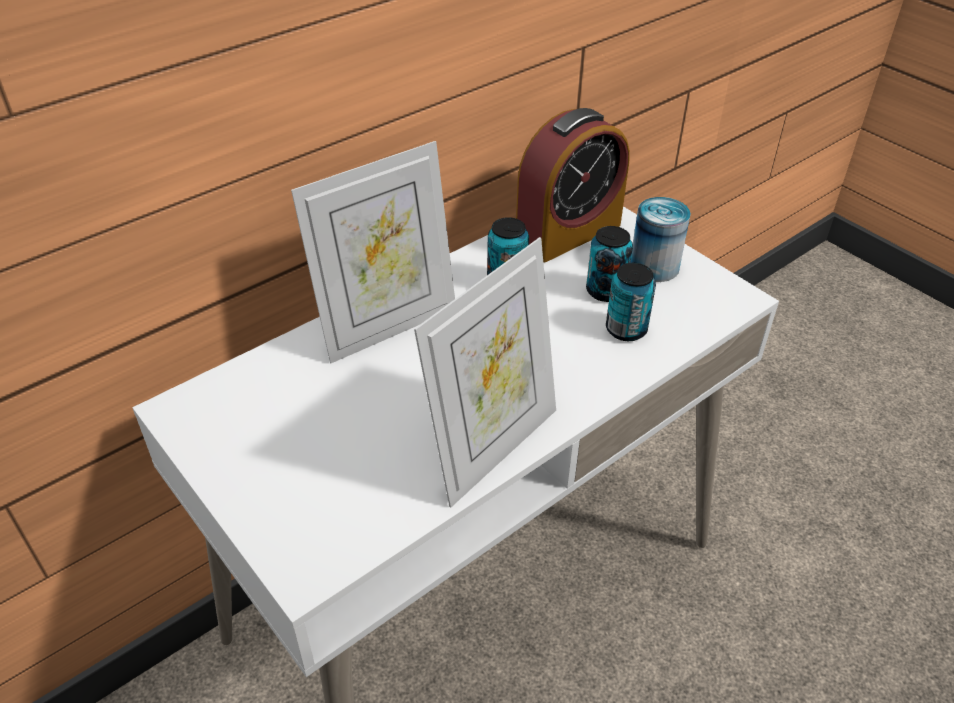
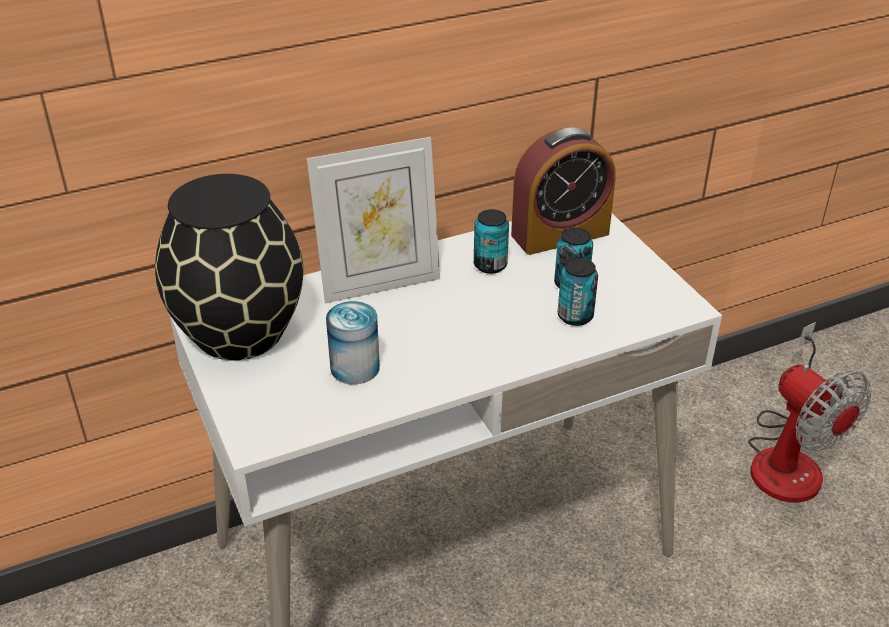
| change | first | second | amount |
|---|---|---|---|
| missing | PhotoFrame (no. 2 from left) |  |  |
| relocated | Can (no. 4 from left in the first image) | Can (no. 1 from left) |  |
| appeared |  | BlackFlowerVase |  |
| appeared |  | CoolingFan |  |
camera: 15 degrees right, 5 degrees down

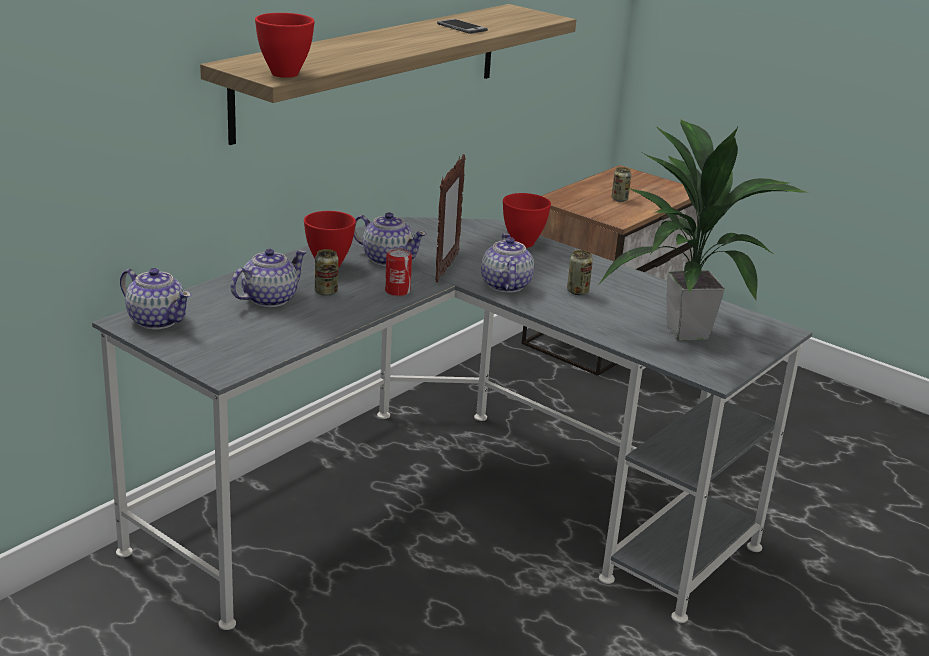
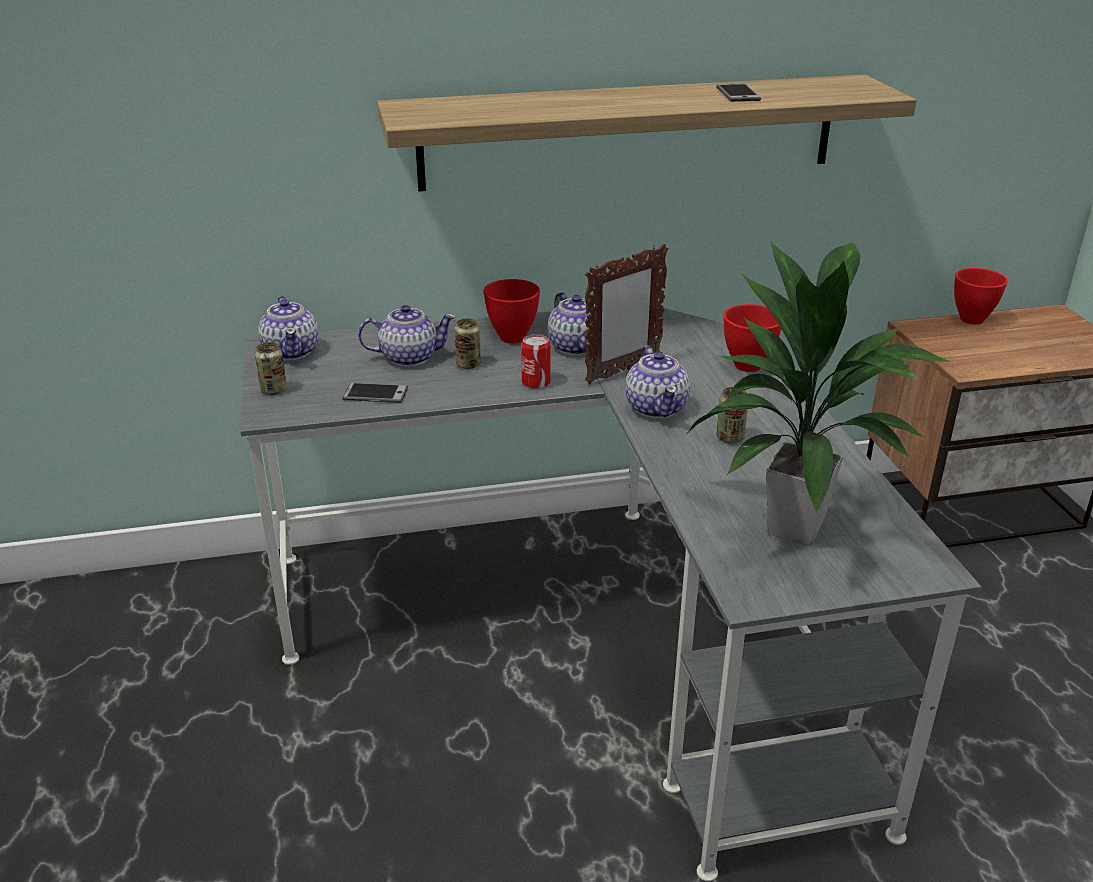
| change | first | second | amount |
|---|---|---|---|
| relocated | RedServingBowl (no. 1 from left in the first image) | RedServingBowl (no. 3 from left) |  |
| spun | PotForTea (no. 4 from left) |  | 135 degrees clockwise |
| relocated | Can (no. 4 from left in the first image) | Can (no. 1 from left) |  |
| appeared |  | Phone (no. 1 from left) |  |
camera: 40 degrees right, 5 degrees up

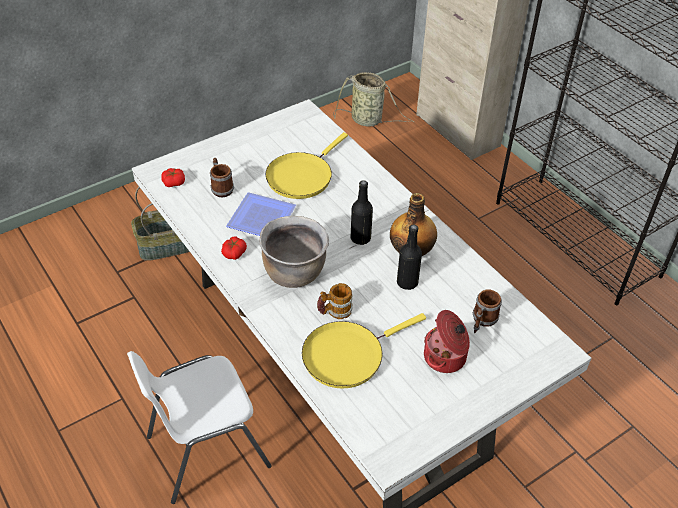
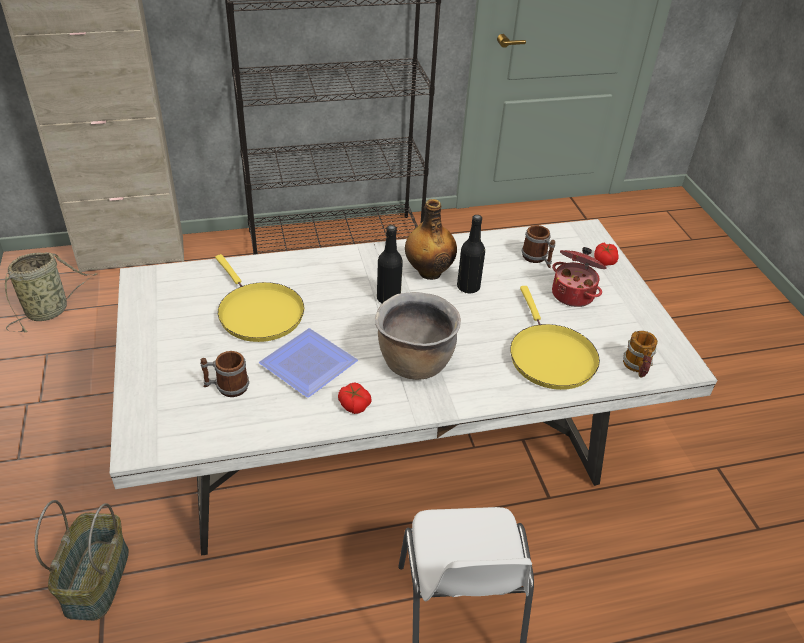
| change | first | second | amount |
|---|---|---|---|
| relocated | Tomato (no. 1 from left in the first image) | Tomato (no. 2 from left) |  |
| relocated | Mug (no. 2 from left in the first image) | Mug (no. 3 from left) |  |
camera: 70 degrees left, 5 degrees down

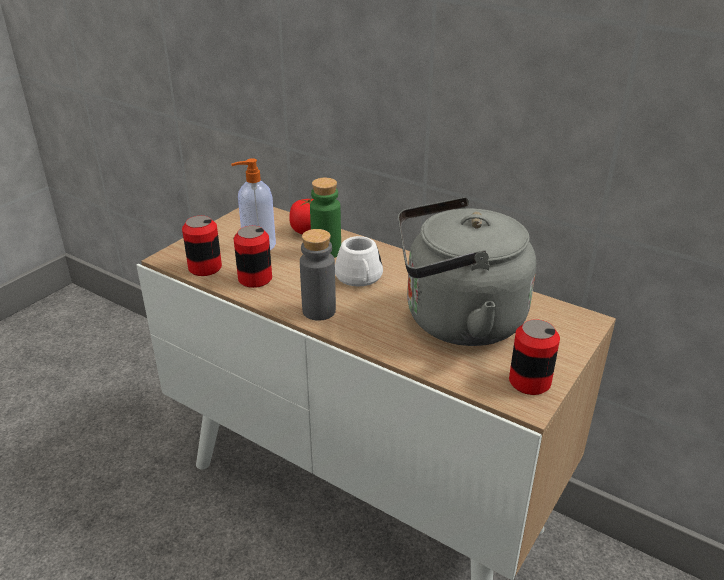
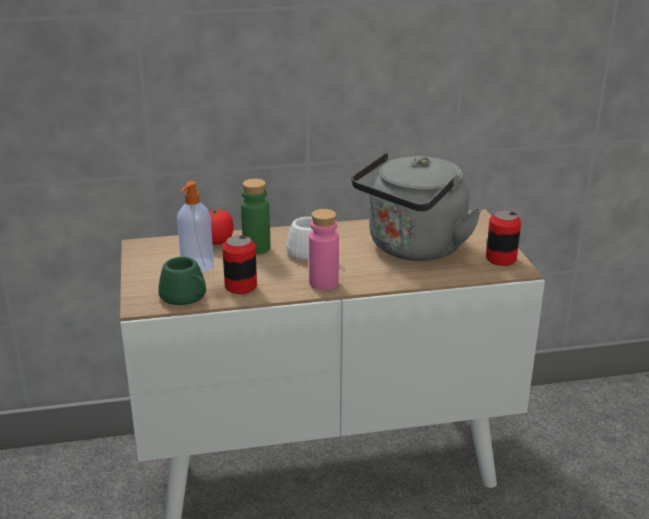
| change | first | second | amount |
|---|---|---|---|
| exchanged | Can (no. 1 from left) | GreenMug |  |
| colour | GrayBottle | PinkBottle |  |
camera: 45 degrees left, 5 degrees down

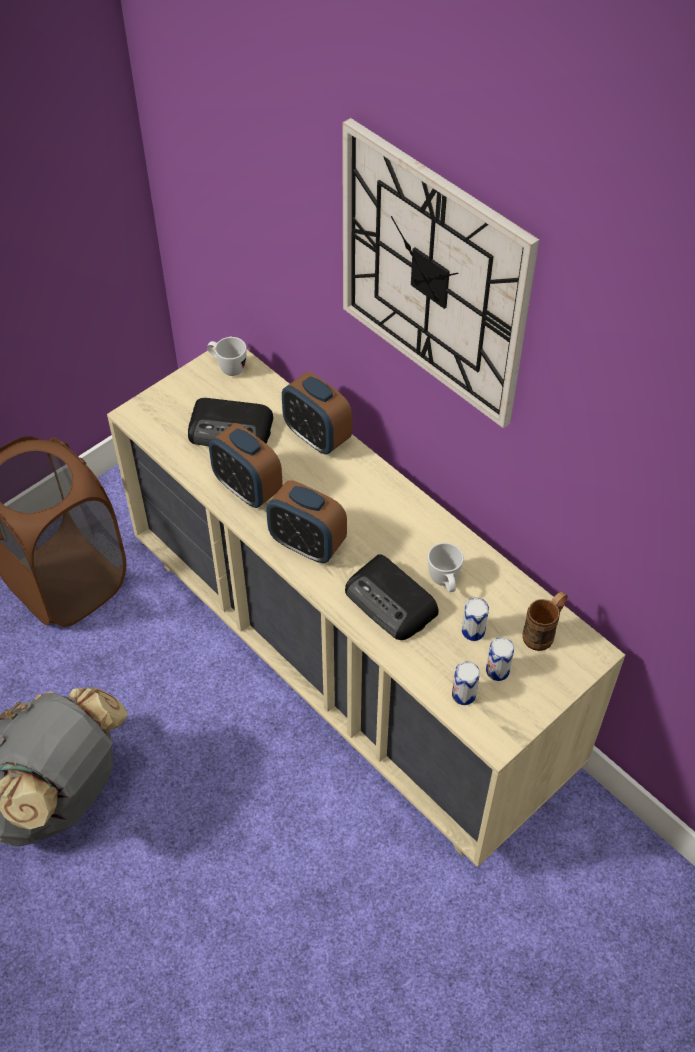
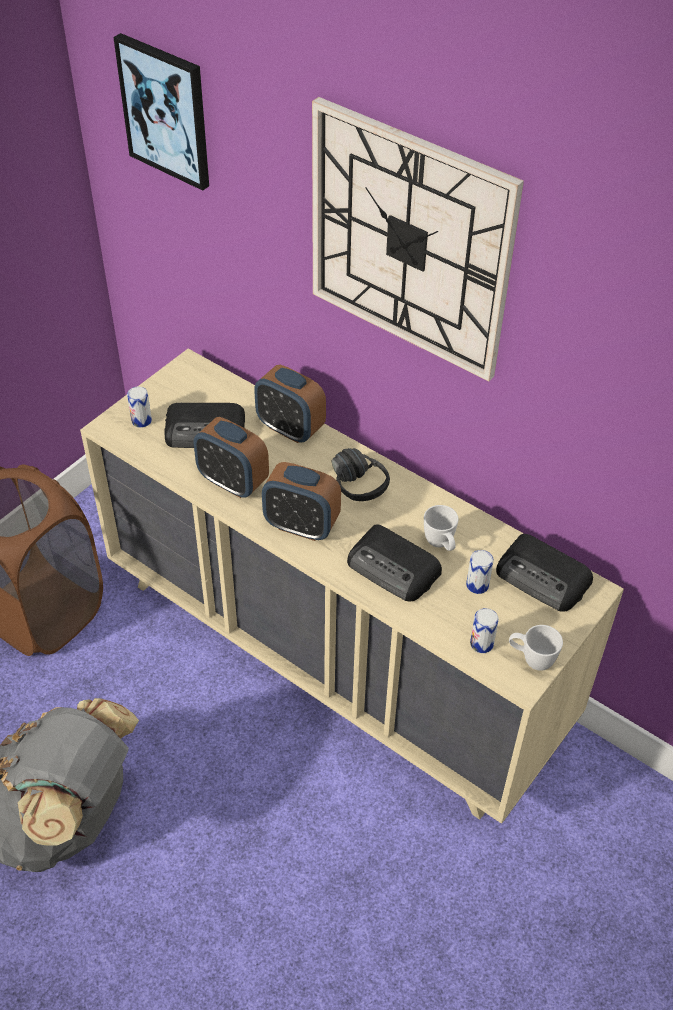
| change | first | second | amount |
|---|---|---|---|
| relocated | WhiteMug (no. 1 from left in the first image) | WhiteMug (no. 2 from left) |  |
| relocated | Can (no. 3 from left in the first image) | Can (no. 1 from left) |  |
| exchanged | BrownMug | Radio (no. 3 from left) |  |
| appeared |  | WallArt |  |
| appeared |  | BlackHeadphones |  |
camera: 10 degrees left, 5 degrees down

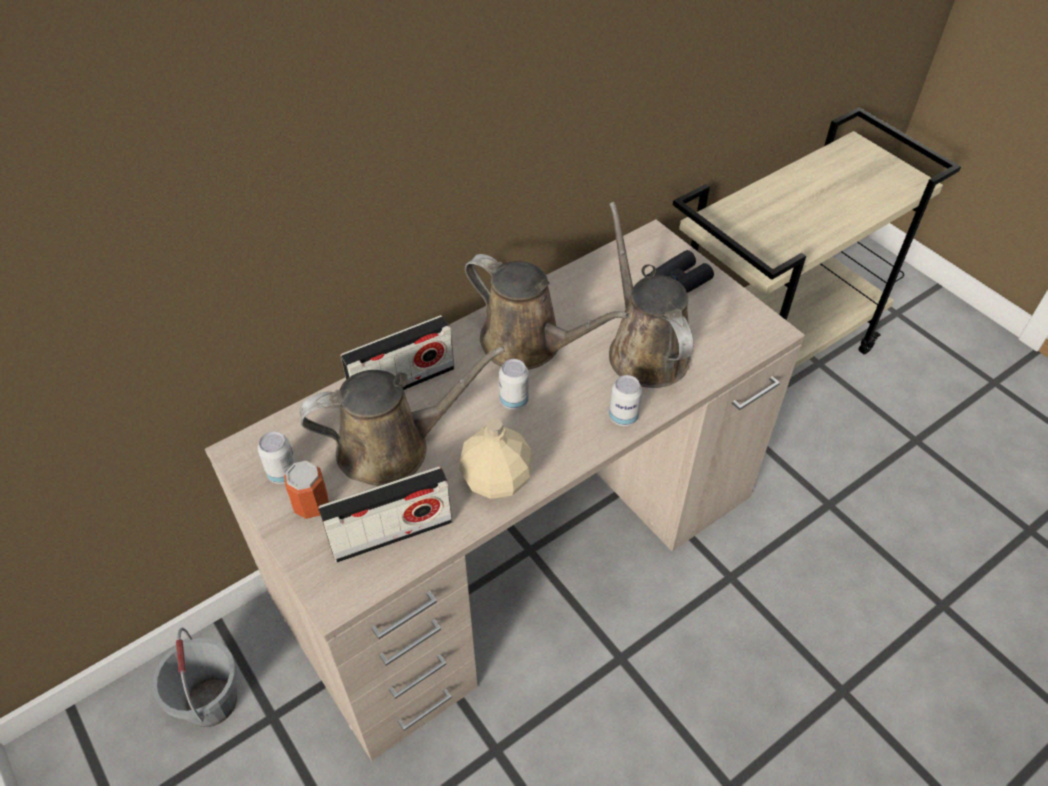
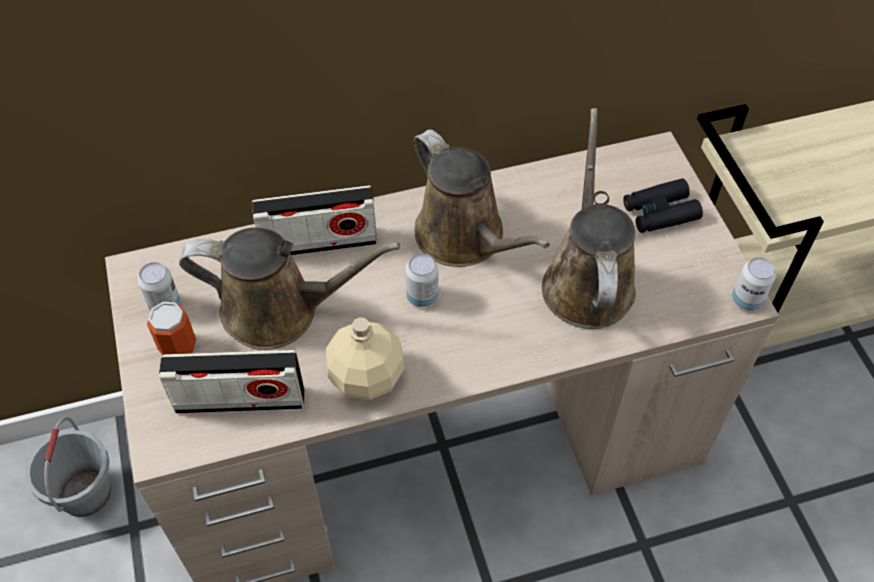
| change | first | second | amount |
|---|---|---|---|
| relocated | Can (no. 4 from left) |  |  |
camera: 20 degrees right, 5 degrees up

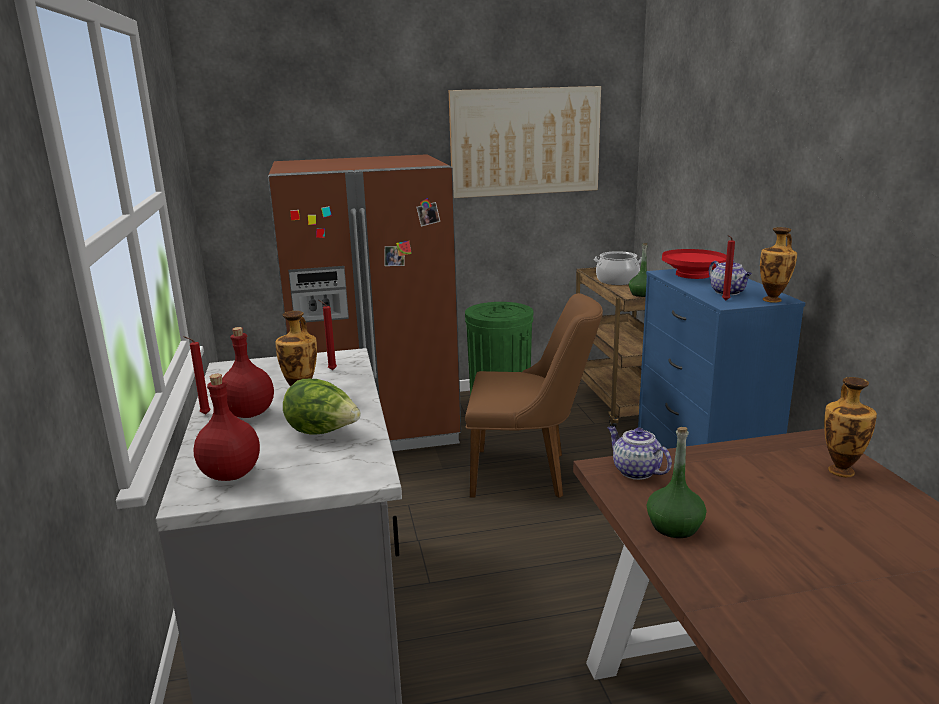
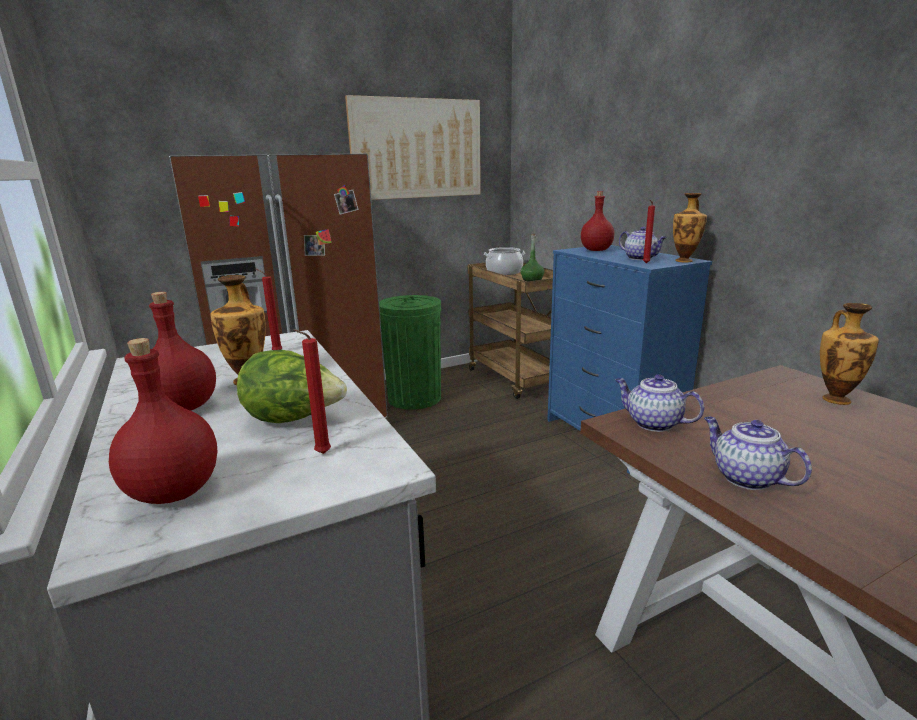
| change | first | second | amount |
|---|---|---|---|
| relocated | RedCandle (no. 1 from left in the first image) | RedCandle (no. 2 from left) |  |
| missing | BrownPlainChair |  |  |
| exchanged | GreenBottle (no. 2 from left) | PotForTea (no. 3 from left) |  |
| exchanged | RedServingBowl | RedBottle (no. 3 from left) |  |
camera: 15 degrees left, 0 degrees up

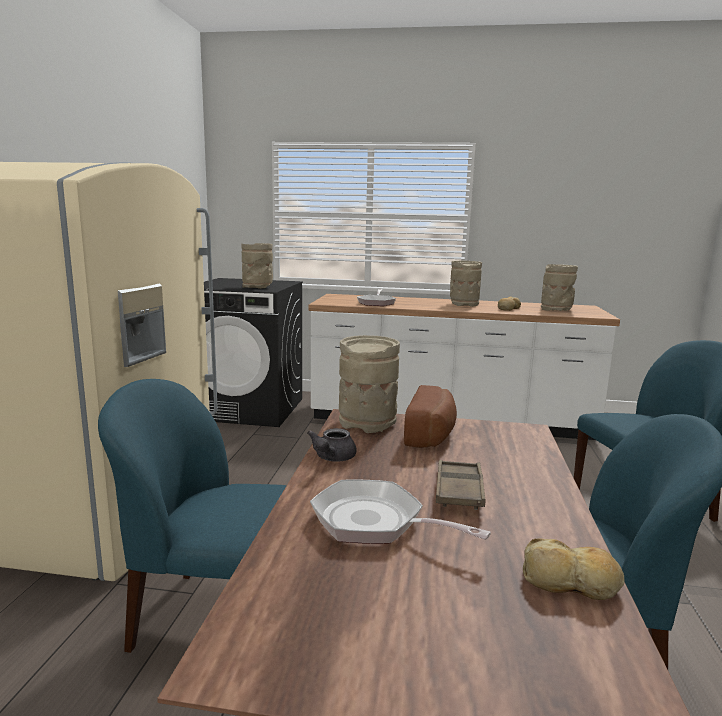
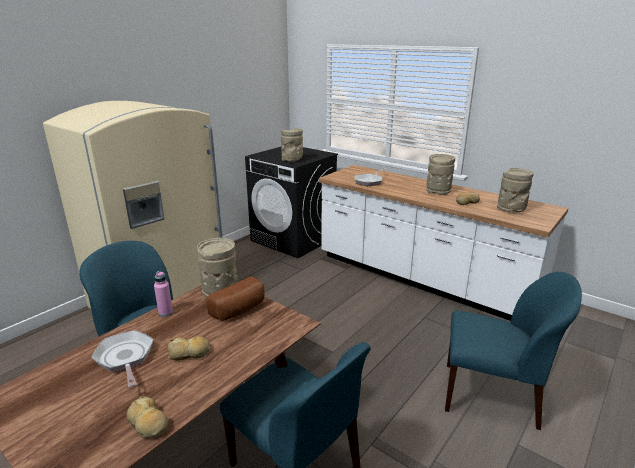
| change | first | second | amount |
|---|---|---|---|
| exchanged | GrayPotForTea | PinkBottle |  |
| exchanged | BrownCarryingTray | Bread (no. 2 from left) |  |
camera: 30 degrees right, 10 degrees up

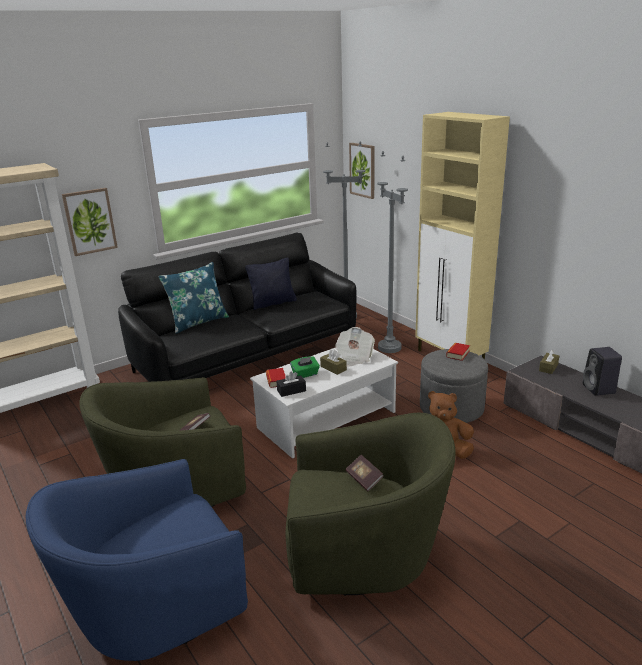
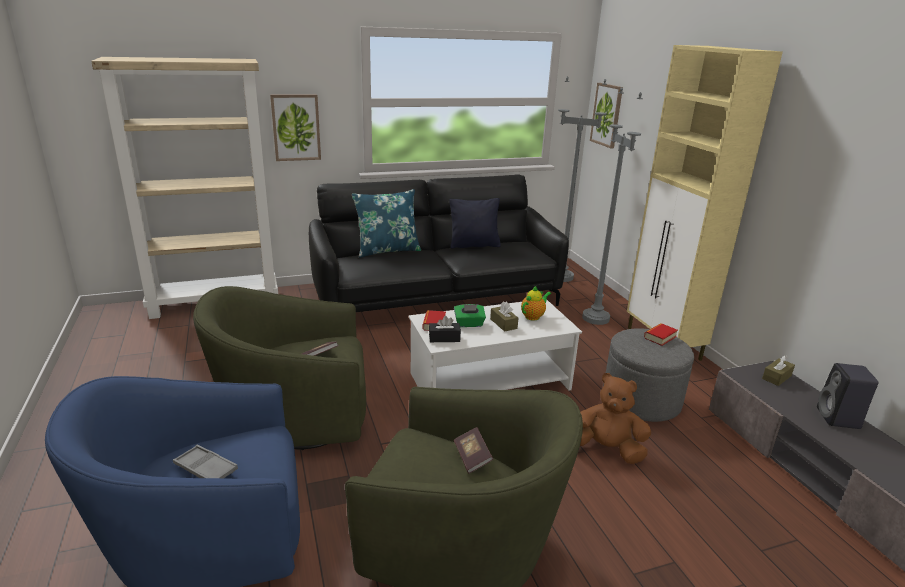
| change | first | second | amount |
|---|---|---|---|
| exchanged | DailyPaper | PotForTea |  |
| appeared |  | GrayCarryingTray |  |
camera: 15 degrees right, 0 degrees up

